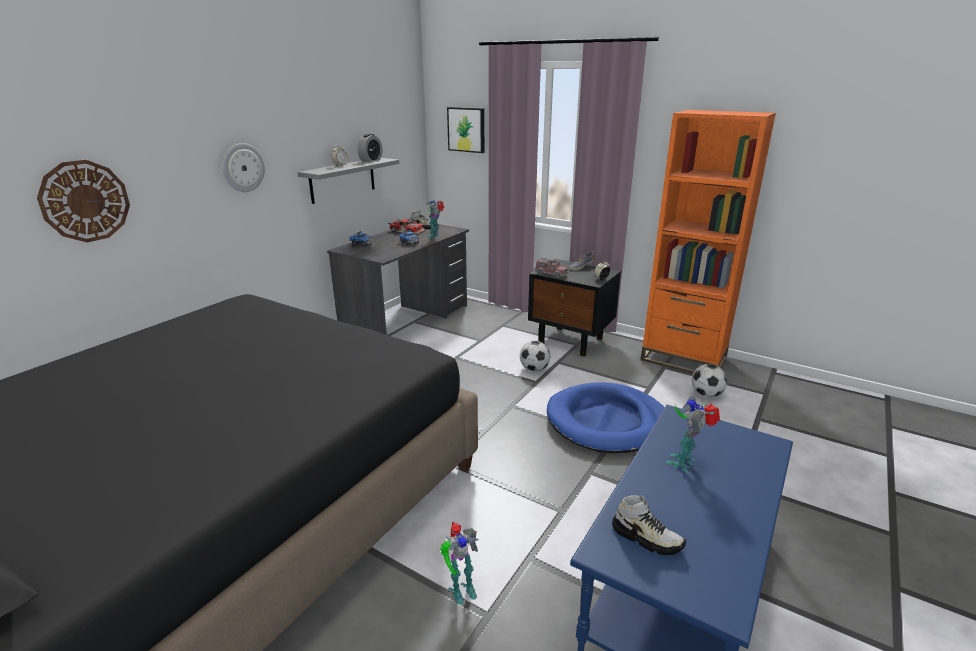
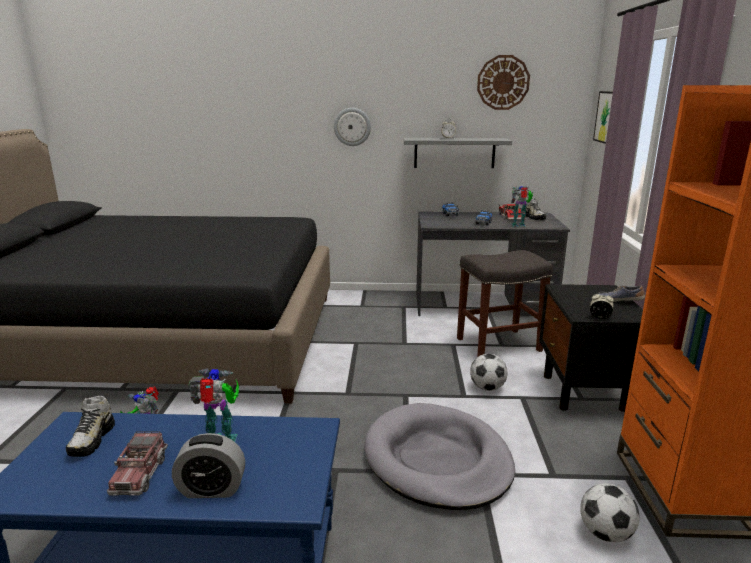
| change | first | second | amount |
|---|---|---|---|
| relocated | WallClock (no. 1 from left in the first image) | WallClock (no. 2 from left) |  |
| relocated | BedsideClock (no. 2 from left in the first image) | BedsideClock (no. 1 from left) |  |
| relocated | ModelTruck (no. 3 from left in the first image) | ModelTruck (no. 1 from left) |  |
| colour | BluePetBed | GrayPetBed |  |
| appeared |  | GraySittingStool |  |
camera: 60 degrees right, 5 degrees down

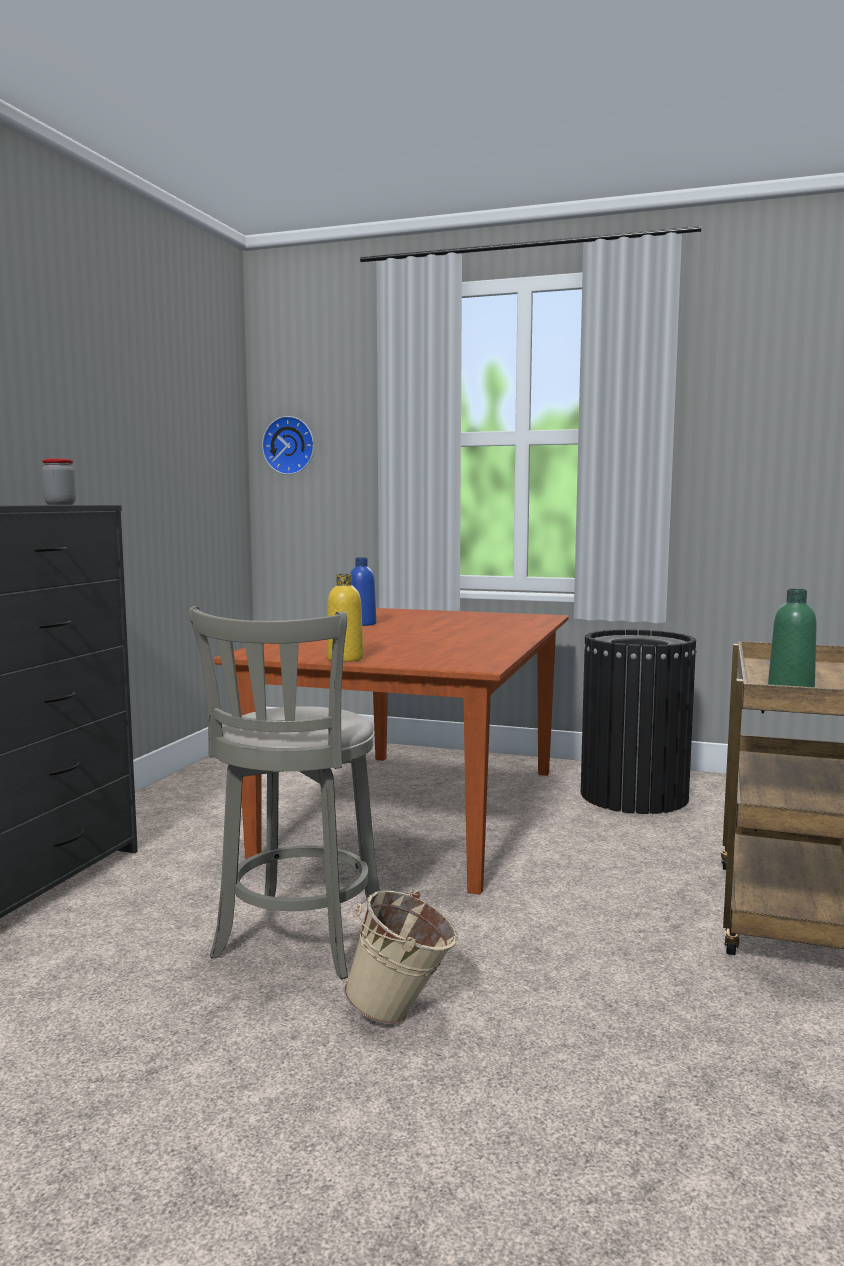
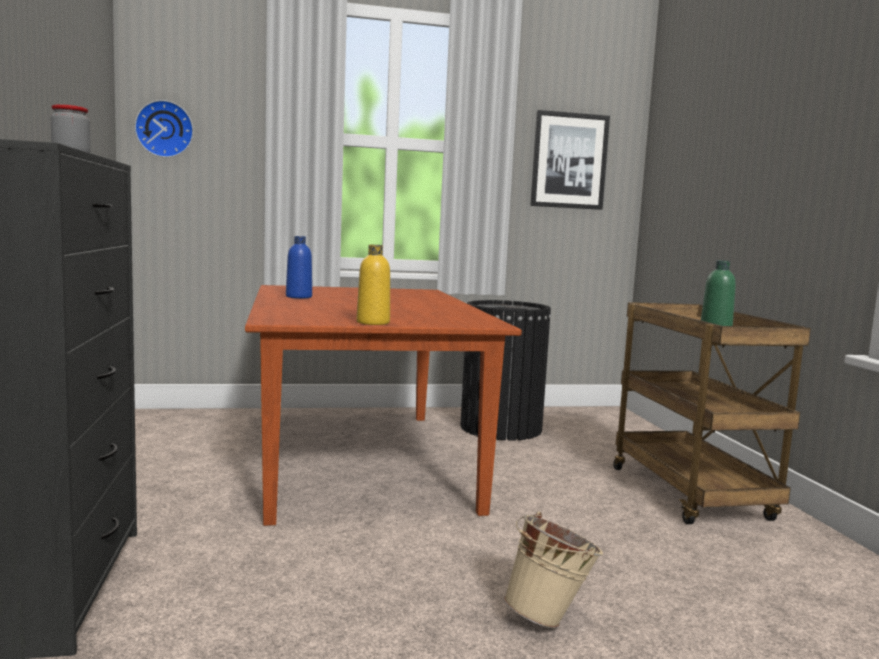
| change | first | second | amount |
|---|---|---|---|
| missing | GraySittingStool |  |  |
| appeared |  | WallArt |  |
camera: 30 degrees left, 0 degrees up

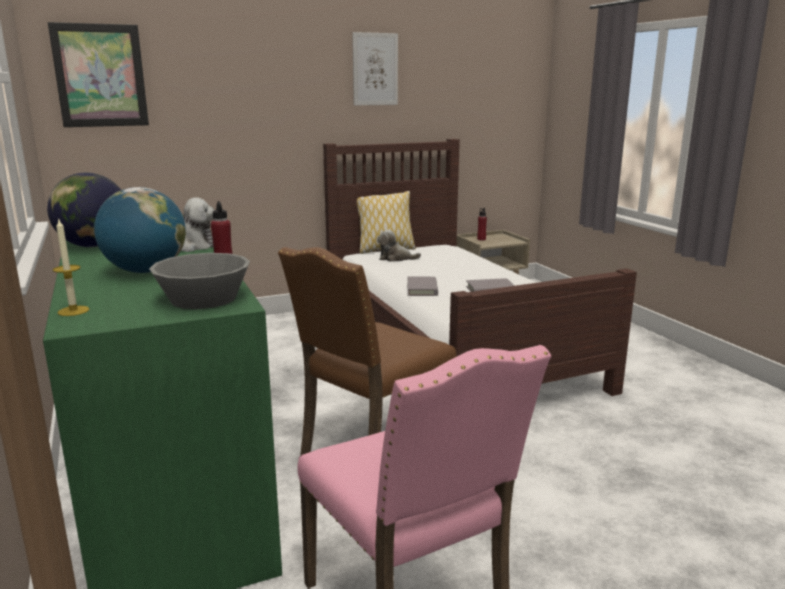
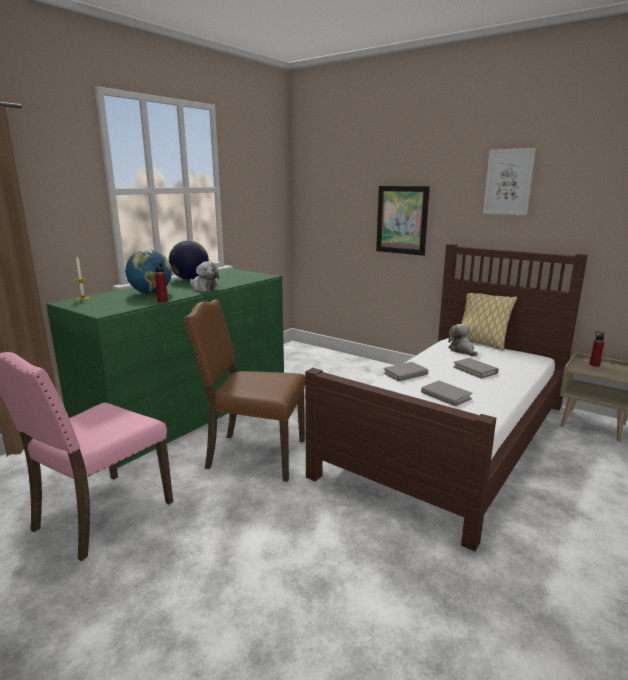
| change | first | second | amount |
|---|---|---|---|
| relocated | WallArt (no. 1 from left) |  |  |
| missing | GrayServingBowl |  |  |
| appeared |  | GrayBook (no. 3 from left) |  |
camera: 60 degrees right, 0 degrees up

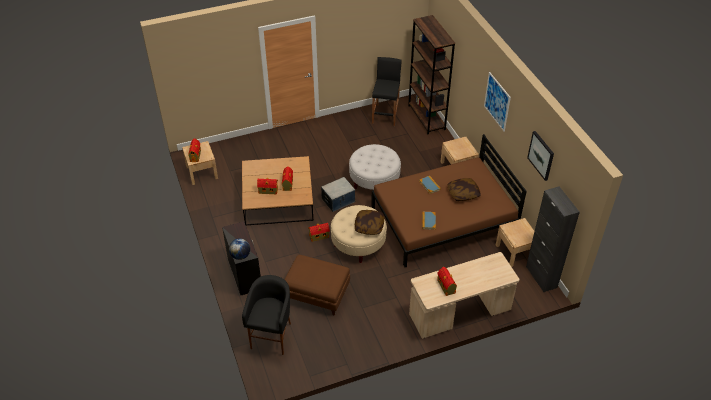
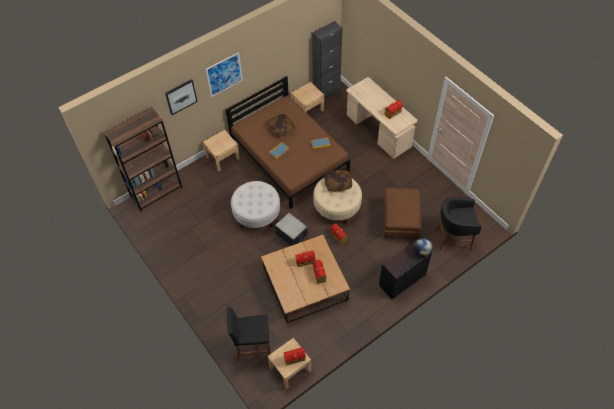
| change | first | second | amount |
|---|---|---|---|
| relocated | BlackSittingStool (no. 2 from left in the first image) | BlackSittingStool (no. 1 from left) |  |
| relocated | WallArt (no. 2 from left in the first image) | WallArt (no. 1 from left) |  |
camera: 105 degrees left, 10 degrees up

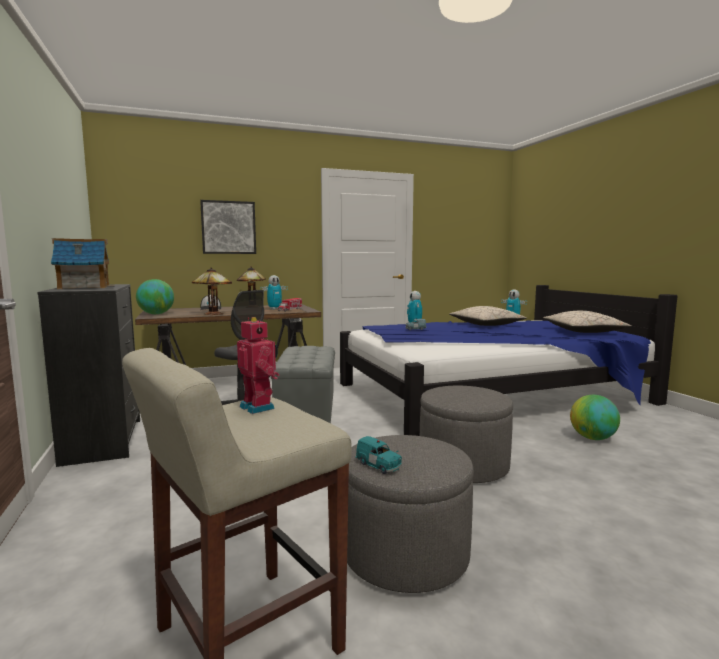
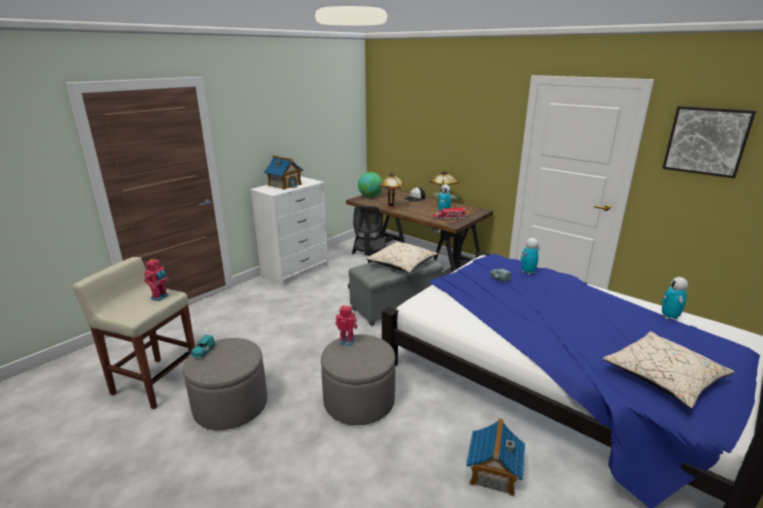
| change | first | second | amount |
|---|---|---|---|
| colour | BlackDresser | WhiteDresser |  |
| relocated | WallArt |  |  |
| relocated | BeigeThrowPillow (no. 1 from left) |  |  |
| exchanged | DeskGlobe (no. 2 from left) | ToyHouse (no. 2 from left) |  |
| appeared |  | ModelRobot (no. 2 from left) |  |
camera: 60 degrees right, 15 degrees up

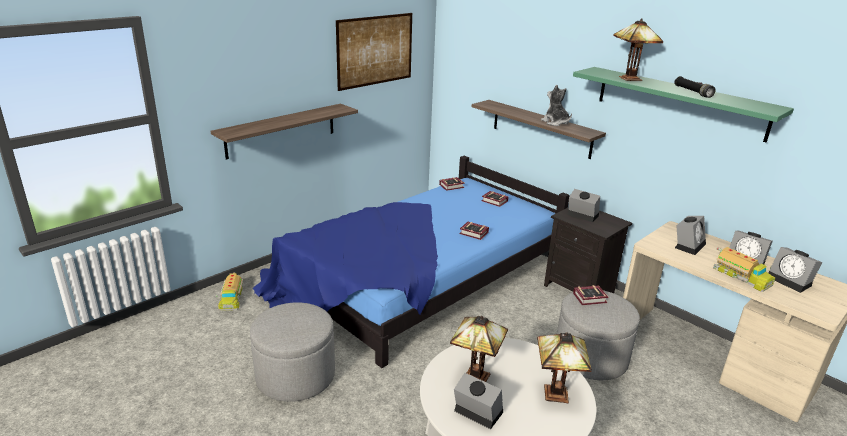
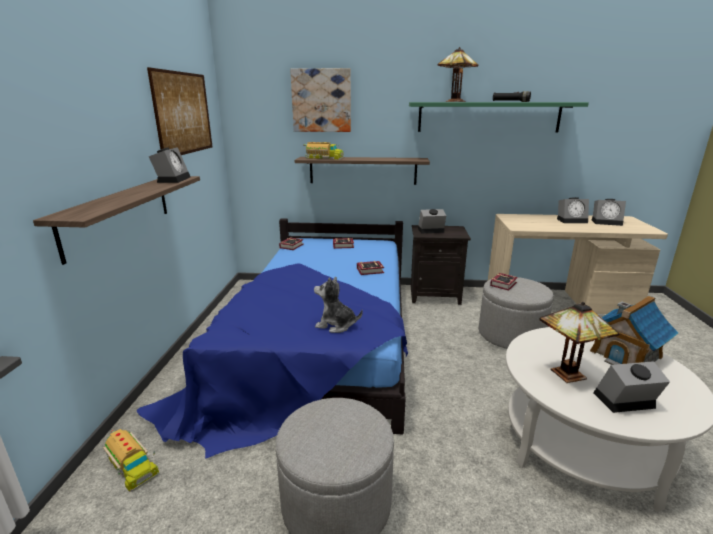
| change | first | second | amount |
|---|---|---|---|
| exchanged | LampForATable (no. 2 from left) | ToyHouse |  |
| relocated | PlushToy |  |  |
| relocated | BedsideClock (no. 3 from left in the first image) | BedsideClock (no. 1 from left) |  |
| relocated | ModelTruck (no. 2 from left) |  |  |
| appeared |  | WallArt (no. 2 from left) |  |
camera: 40 degrees left, 5 degrees down

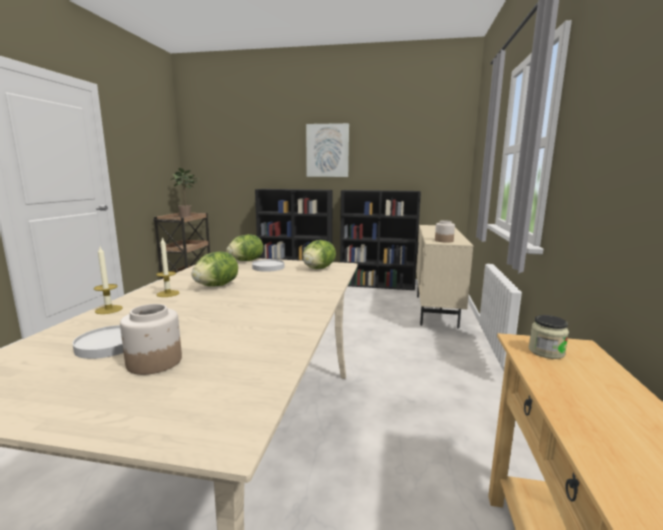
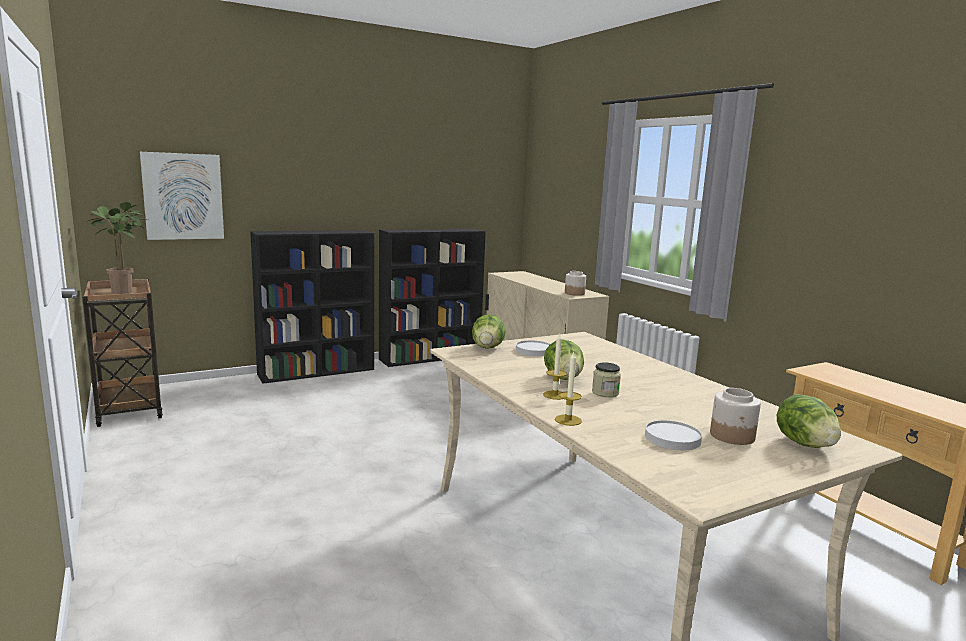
| change | first | second | amount |
|---|---|---|---|
| relocated | LettuceHead (no. 3 from left) |  |  |
| relocated | WallArt |  |  |
| relocated | PreserveJar (no. 3 from left in the first image) | PreserveJar (no. 2 from left) |  |
camera: 40 degrees left, 0 degrees up

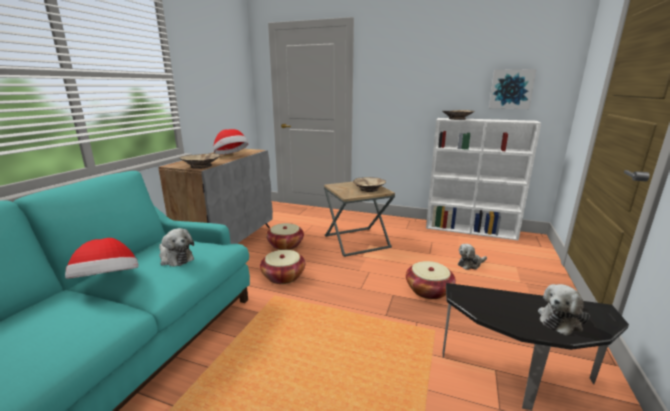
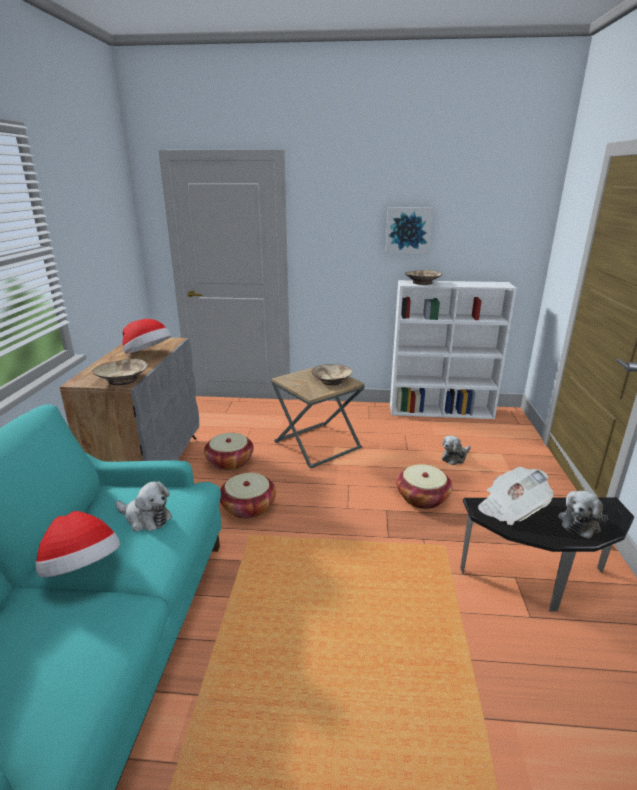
| change | first | second | amount |
|---|---|---|---|
| relocated | WallArt |  |  |
| appeared |  | DailyPaper |  |
camera: 15 degrees left, 5 degrees up

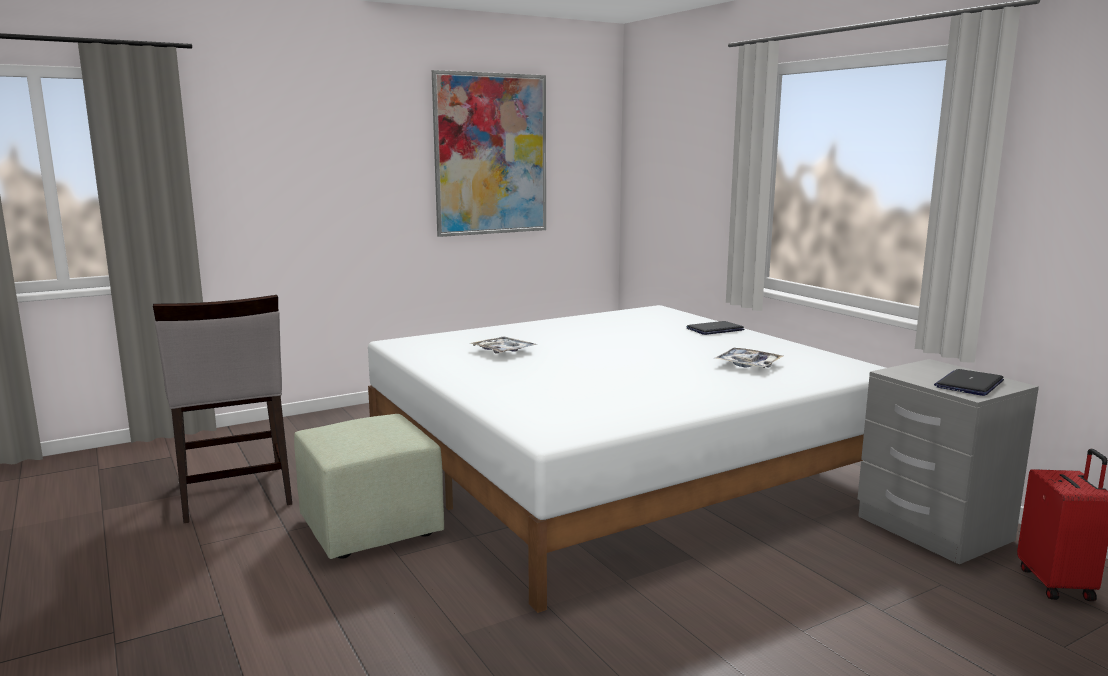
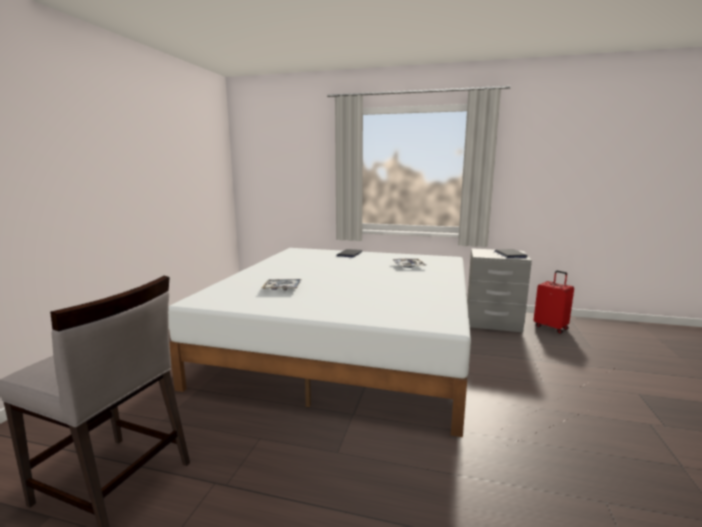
| change | first | second | amount |
|---|---|---|---|
| missing | GreenOttoman |  |  |
| missing | WallArt |  |  |
camera: 45 degrees left, 0 degrees up

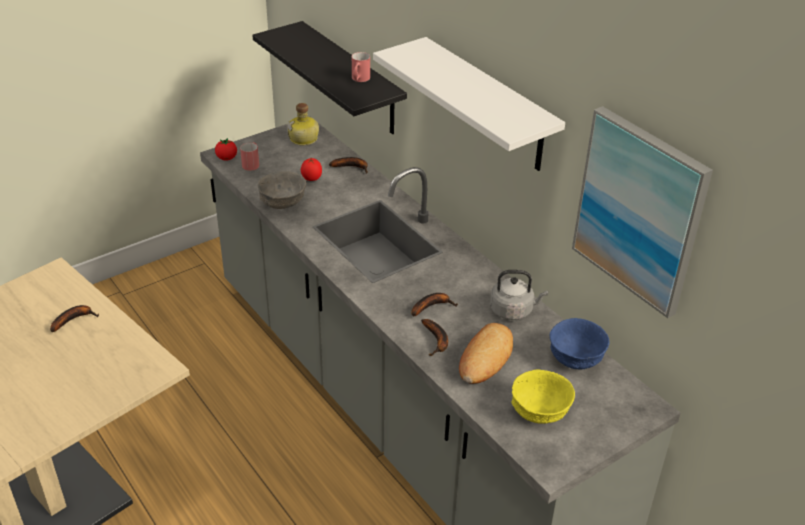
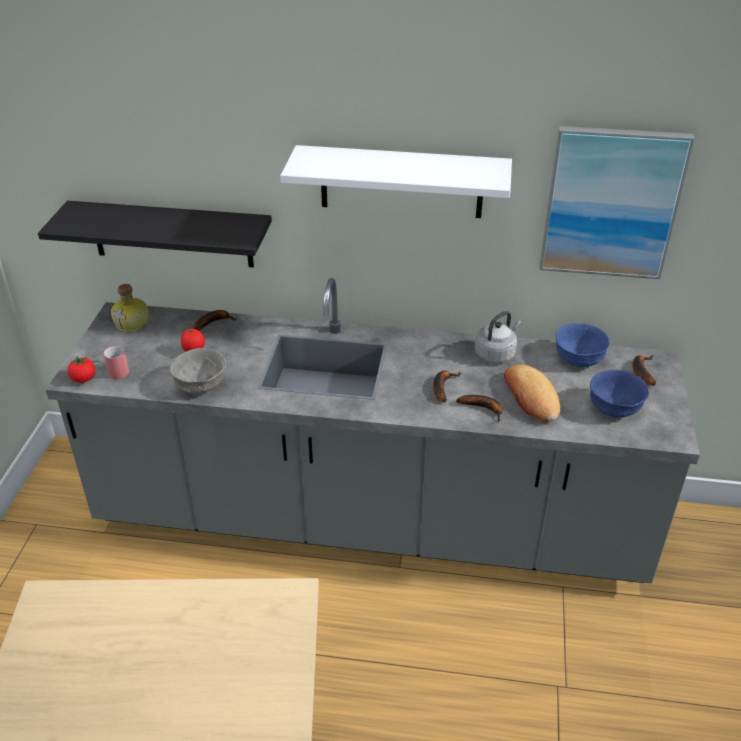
| change | first | second | amount |
|---|---|---|---|
| relocated | WholeBanana (no. 1 from left in the first image) | WholeBanana (no. 4 from left) |  |
| missing | RedMug (no. 2 from left) |  |  |
| colour | YellowishServingBowl | BlueServingBowl (no. 2 from left) |  |
camera: 45 degrees left, 0 degrees up

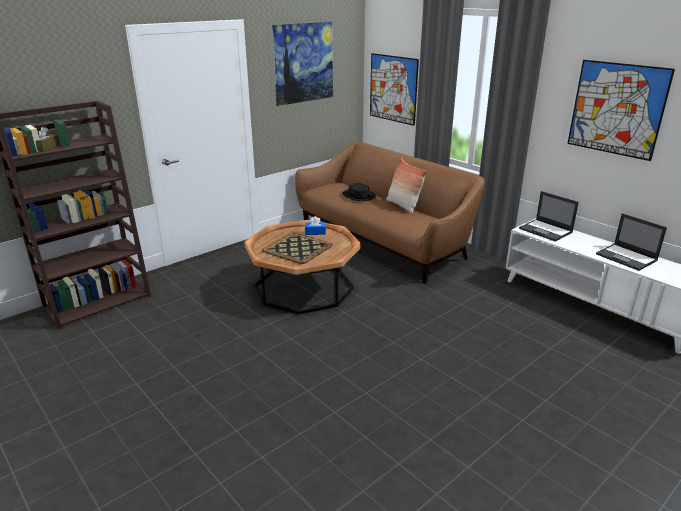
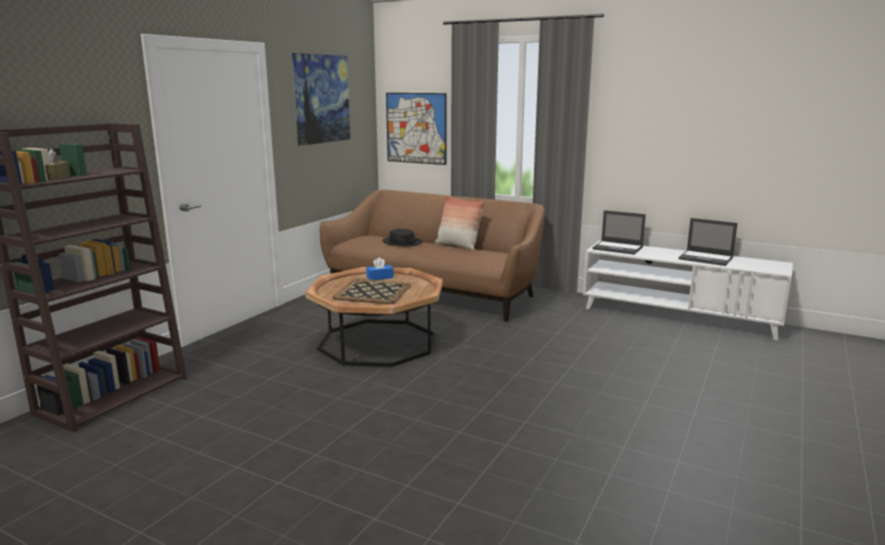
| change | first | second | amount |
|---|---|---|---|
| missing | WallArt (no. 3 from left) |  |  |
camera: 20 degrees left, 10 degrees down

